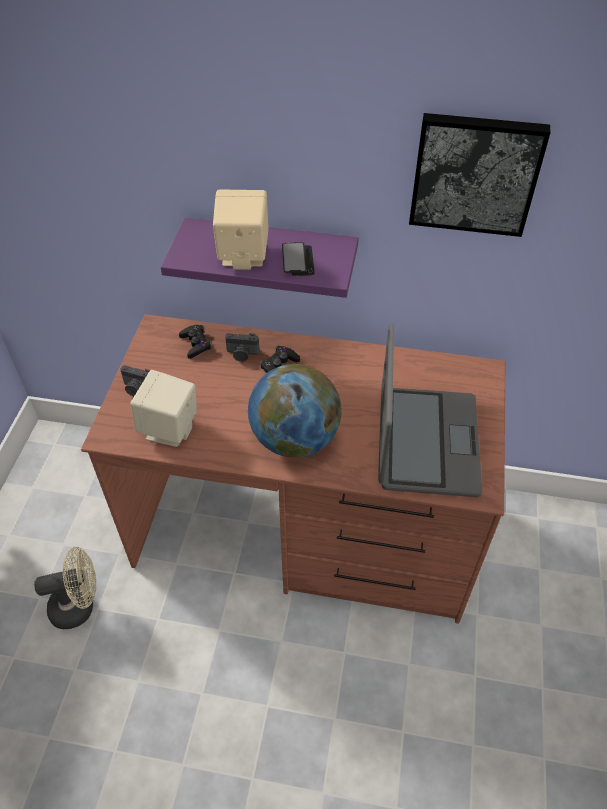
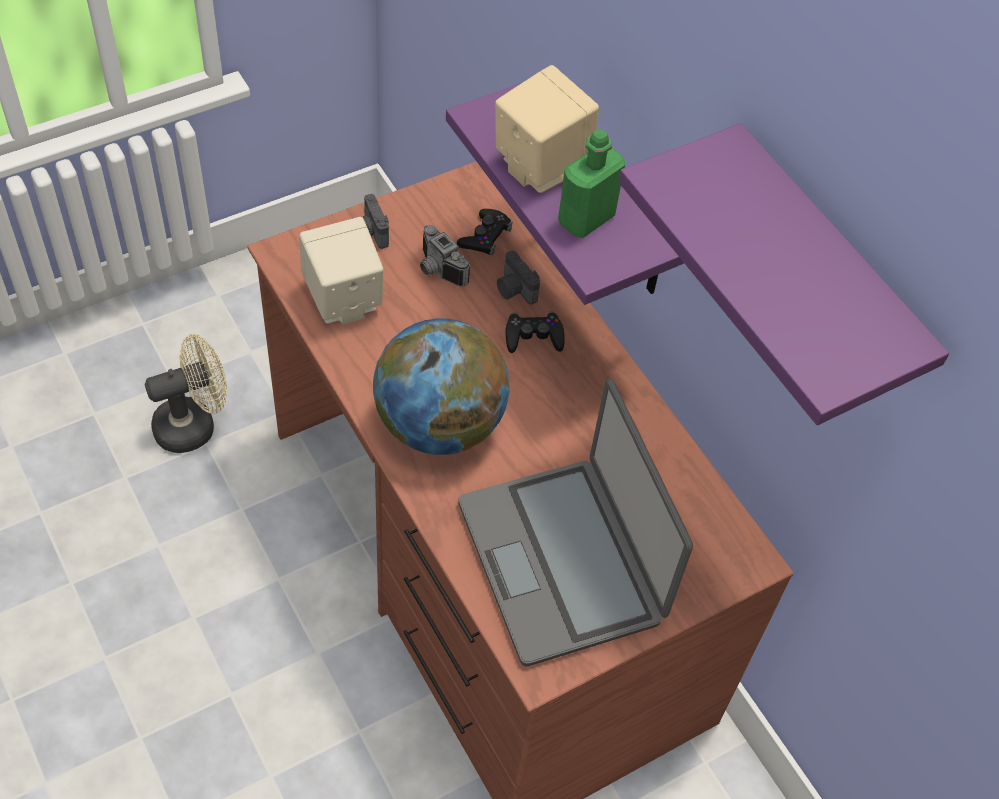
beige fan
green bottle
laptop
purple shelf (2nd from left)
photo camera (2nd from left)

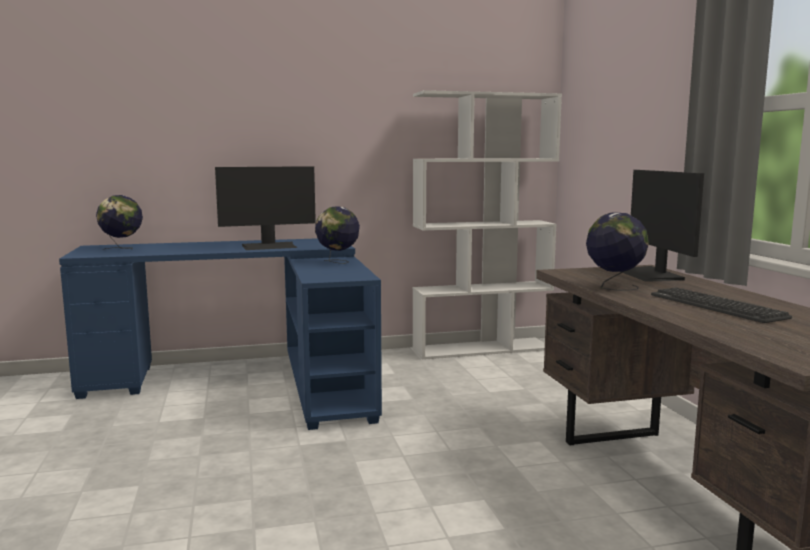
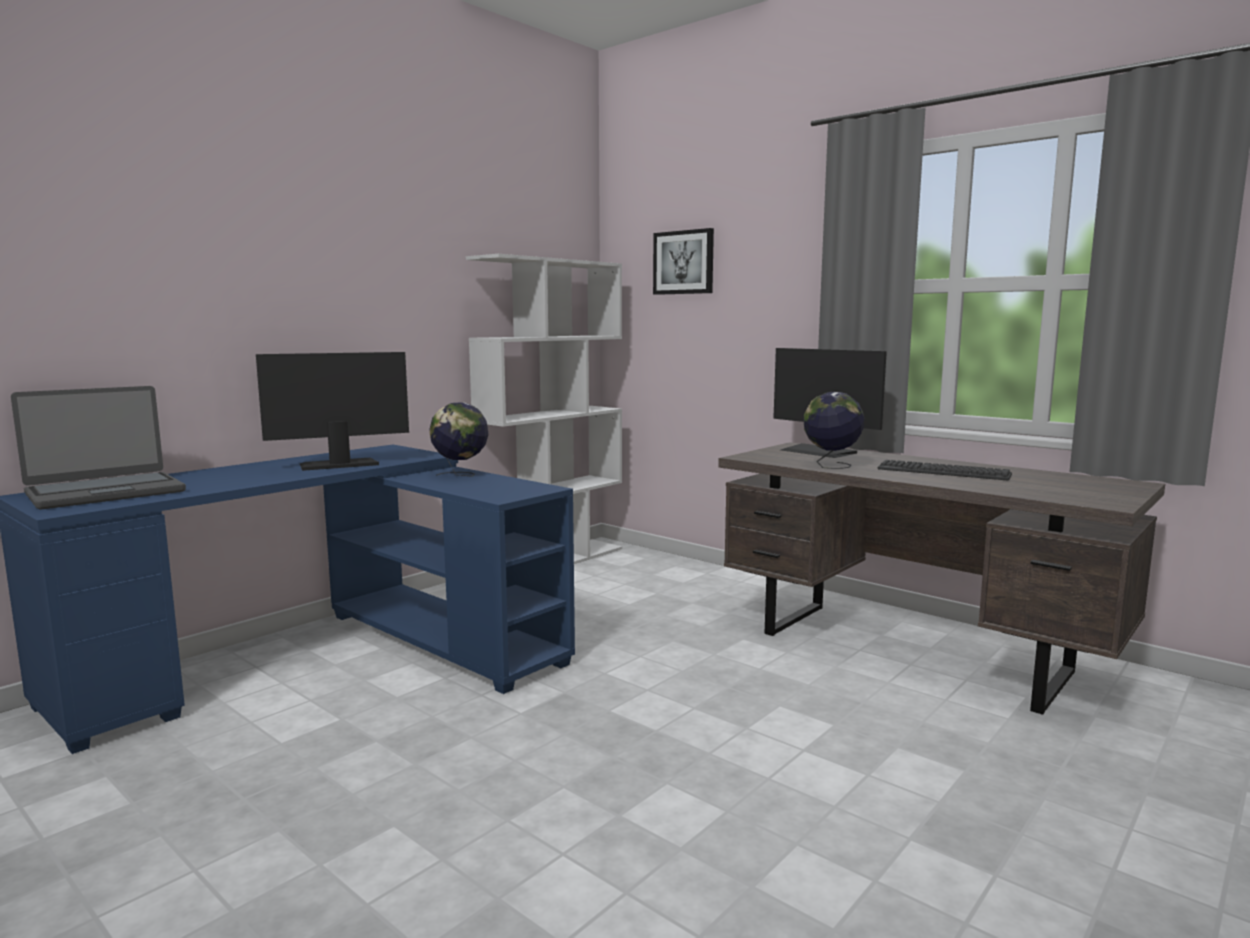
laptop
monitor (1st from left)
picture

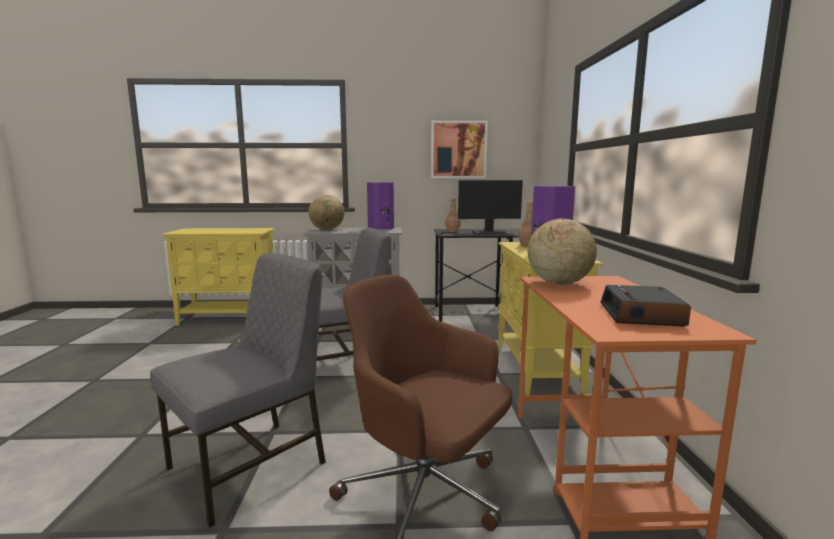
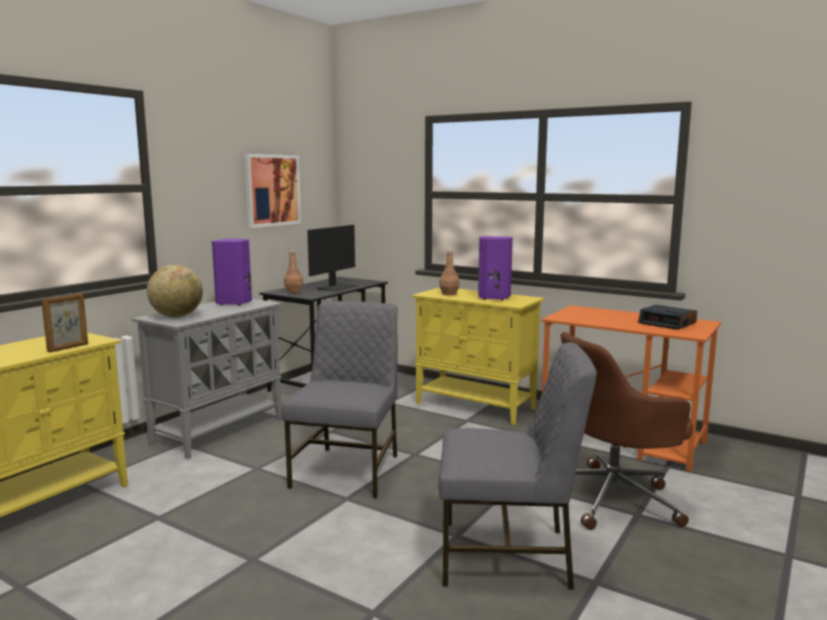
grey chair (2nd from left)
globe (2nd from left in the first image)
picture frame

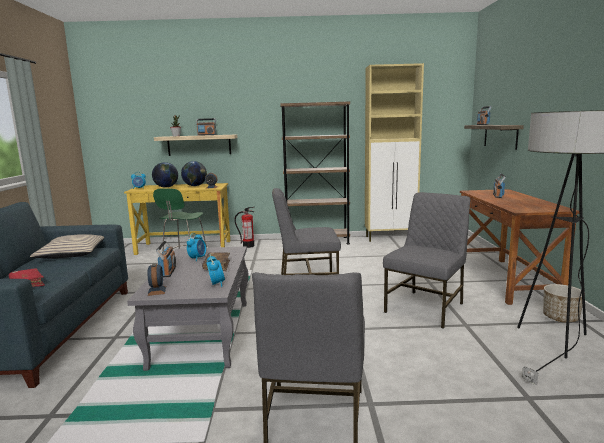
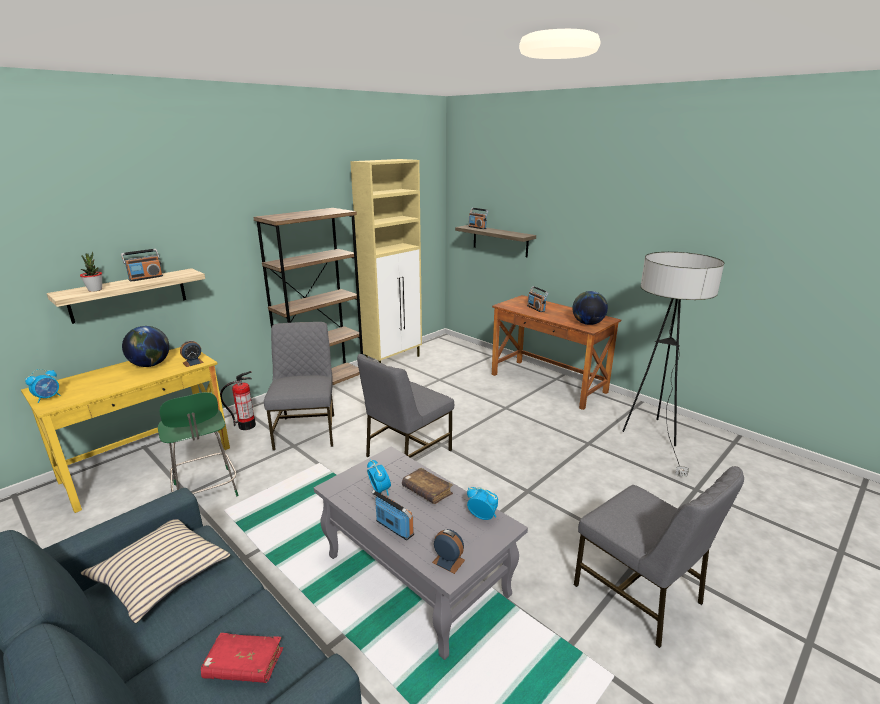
globe (2nd from left)
grey chair (1st from left)
planter

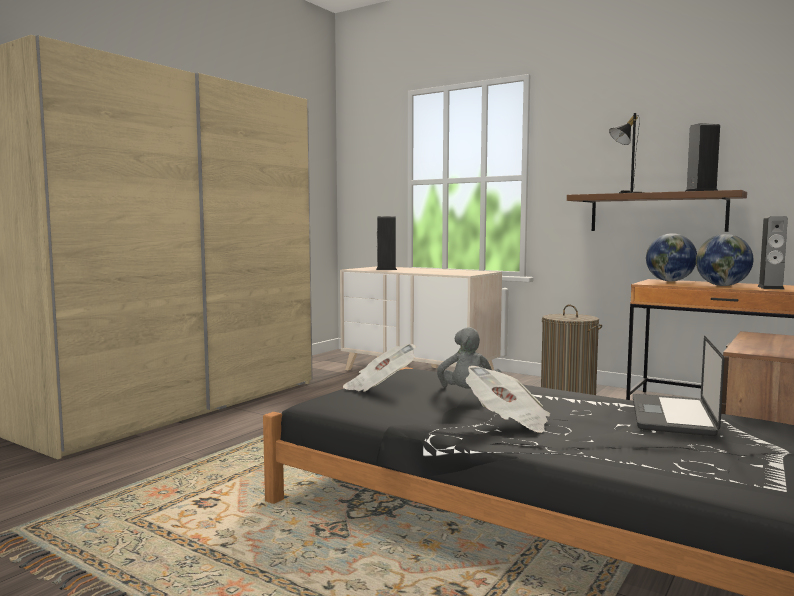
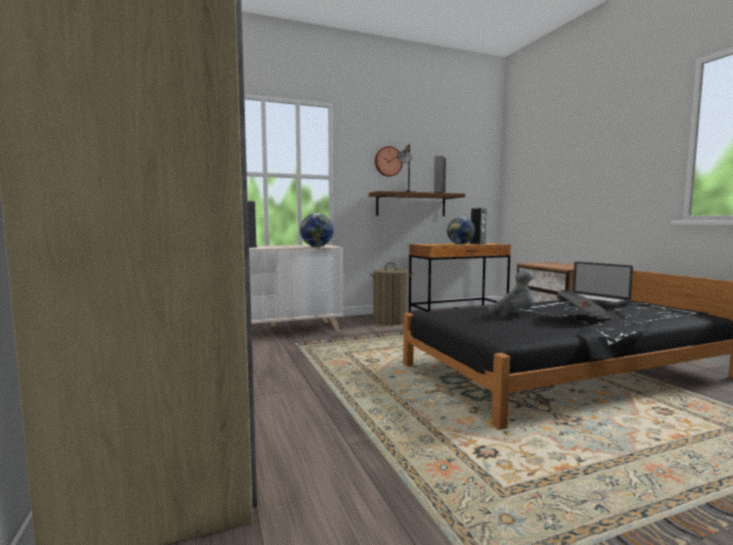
newspaper (1st from left in the first image)
globe (1st from left)
wall clock

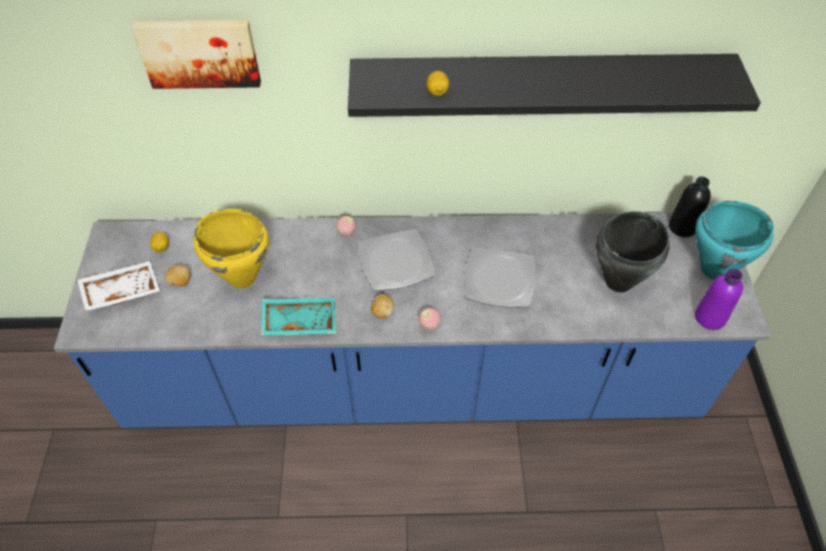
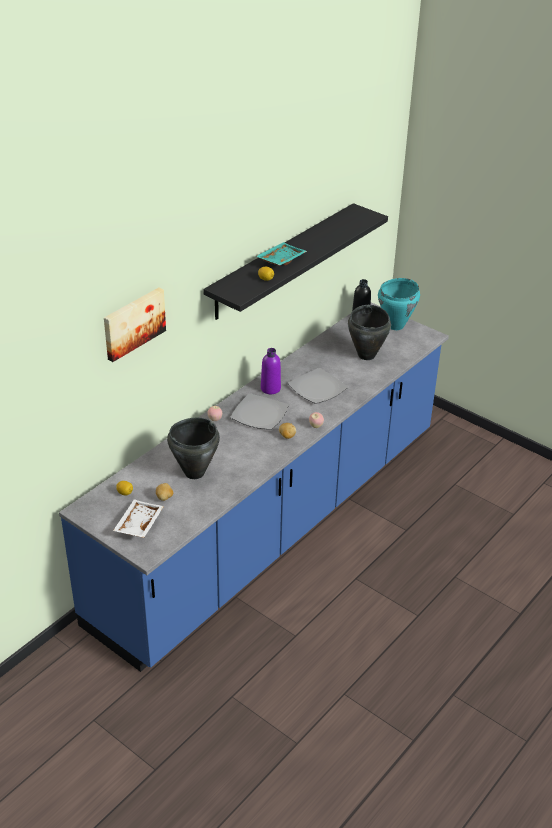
black cooking pot (1st from left)
turquoise tray
purple bottle

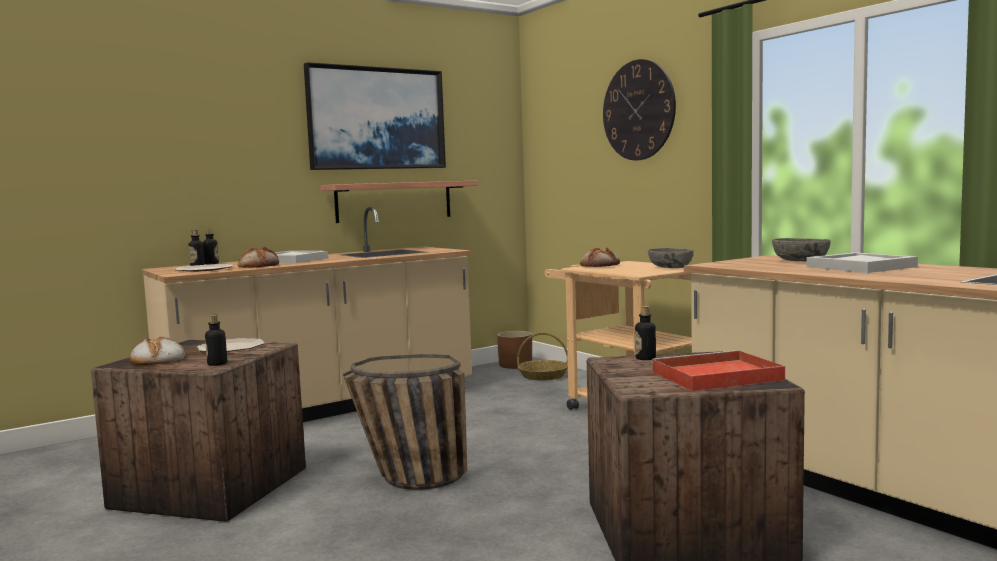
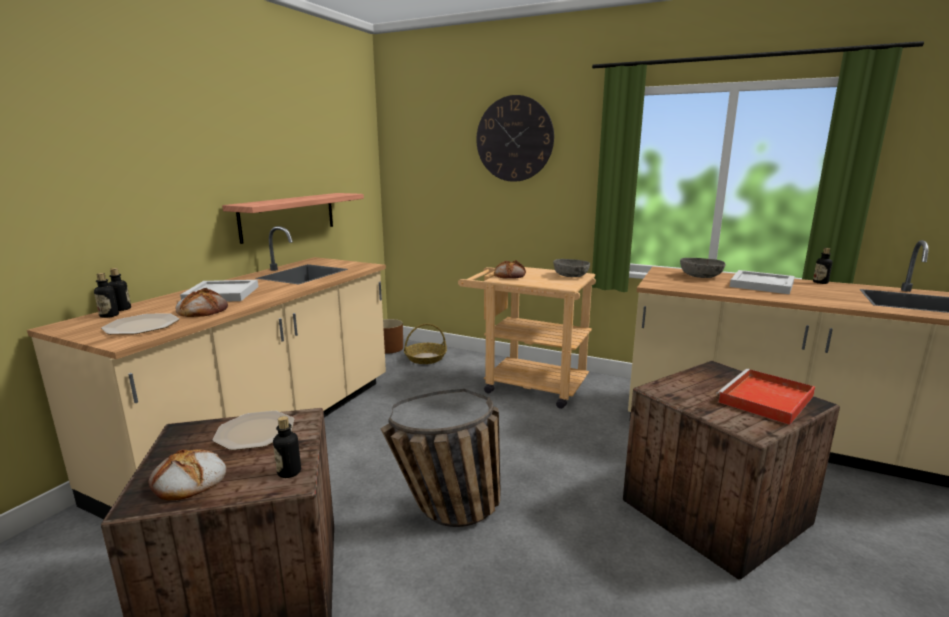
picture
bottle (4th from left)

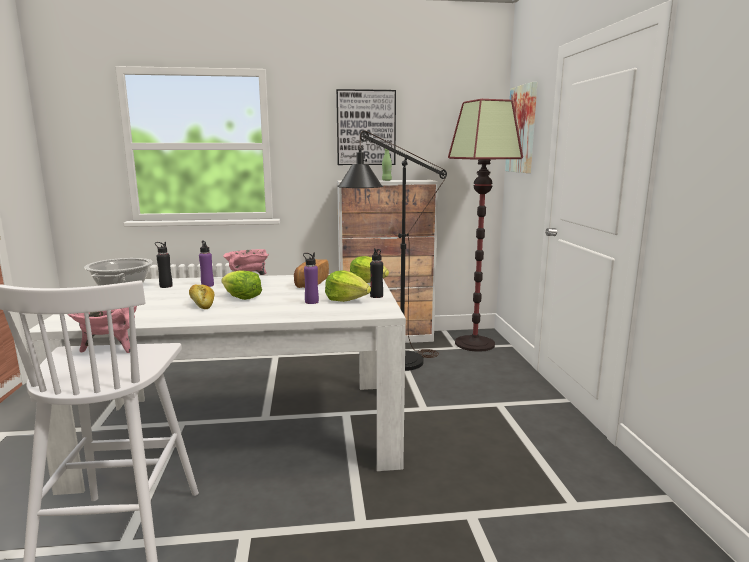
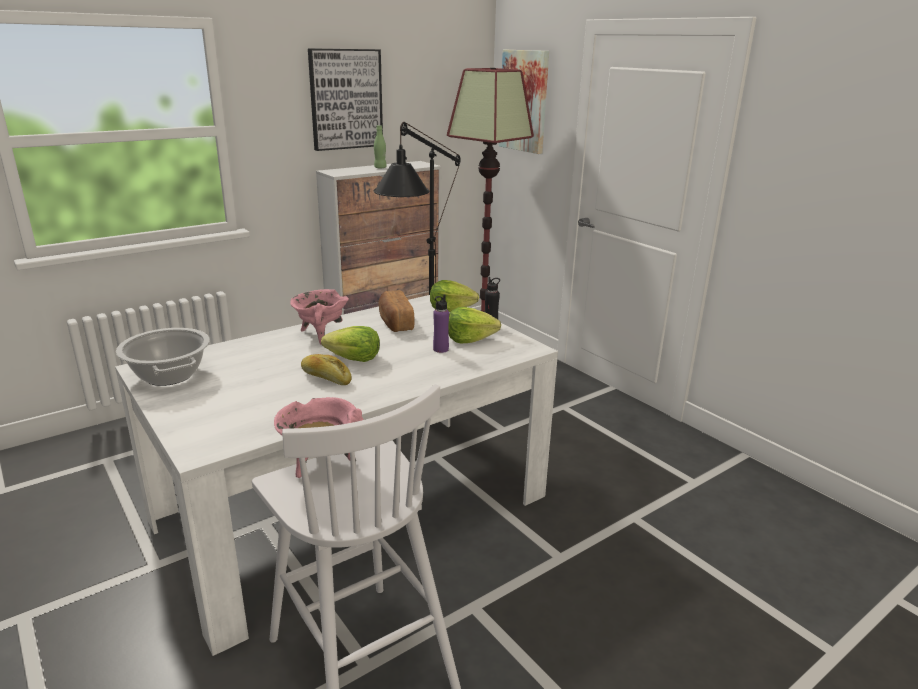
black bottle (1st from left in the first image)
purple bottle (1st from left in the first image)

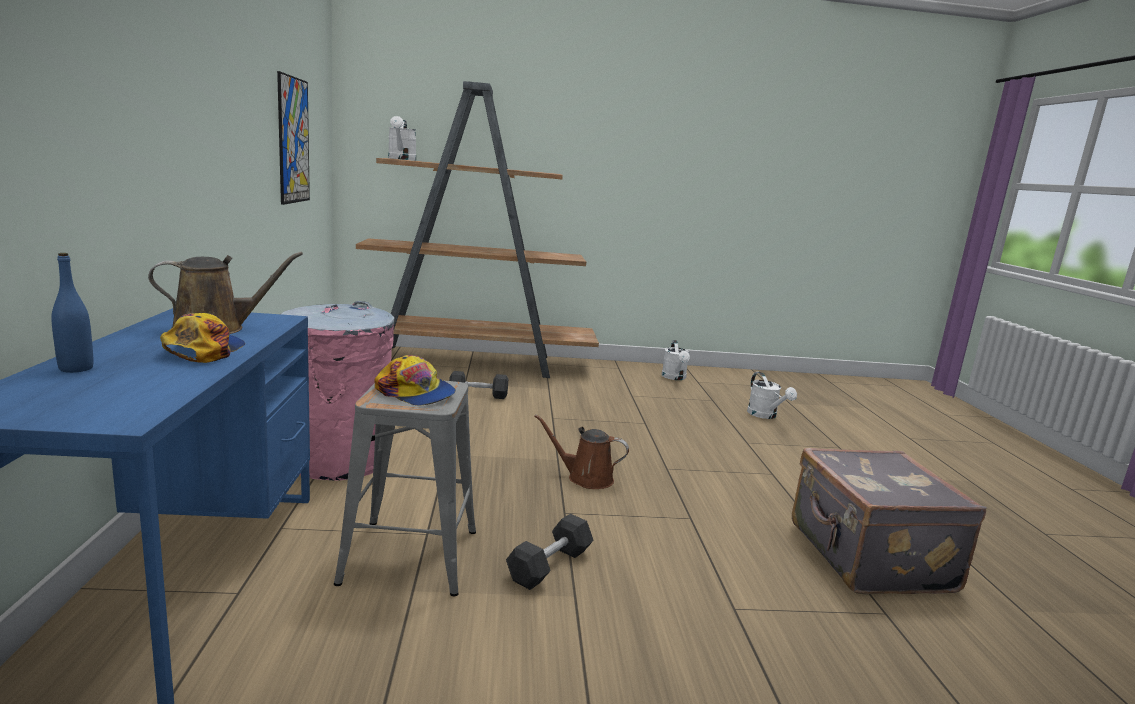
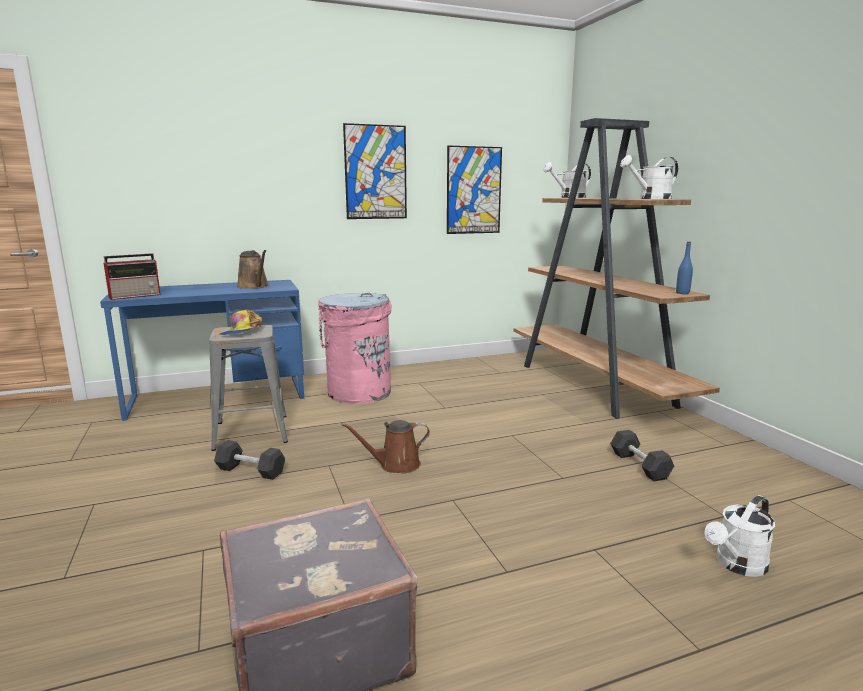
blue bottle
cap (1st from left in the first image)
black dumbbell (2nd from left)
brown watering can (2nd from left)
white watering can (2nd from left)
radio
picture (1st from left)

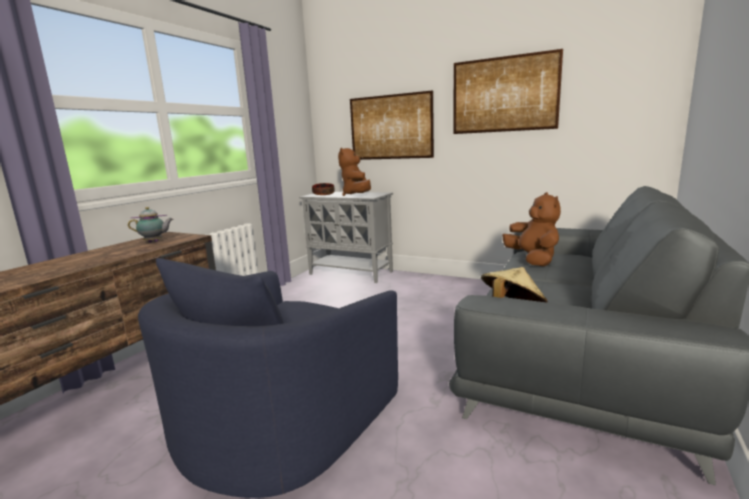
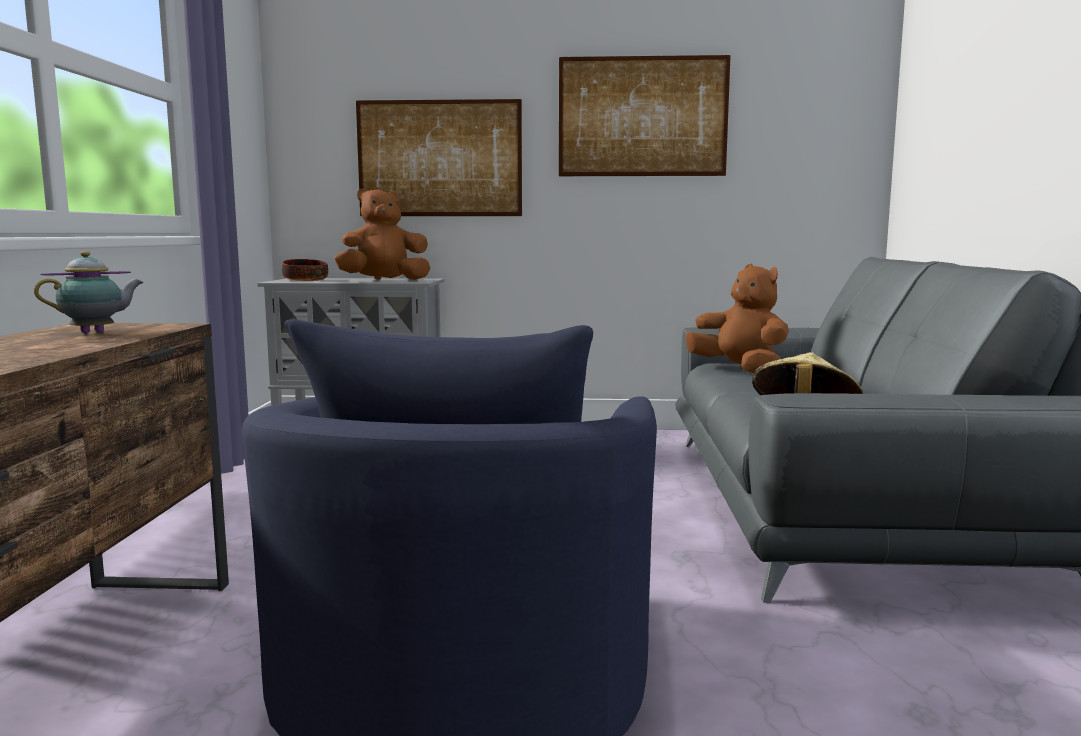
brown plush toy (1st from left)

